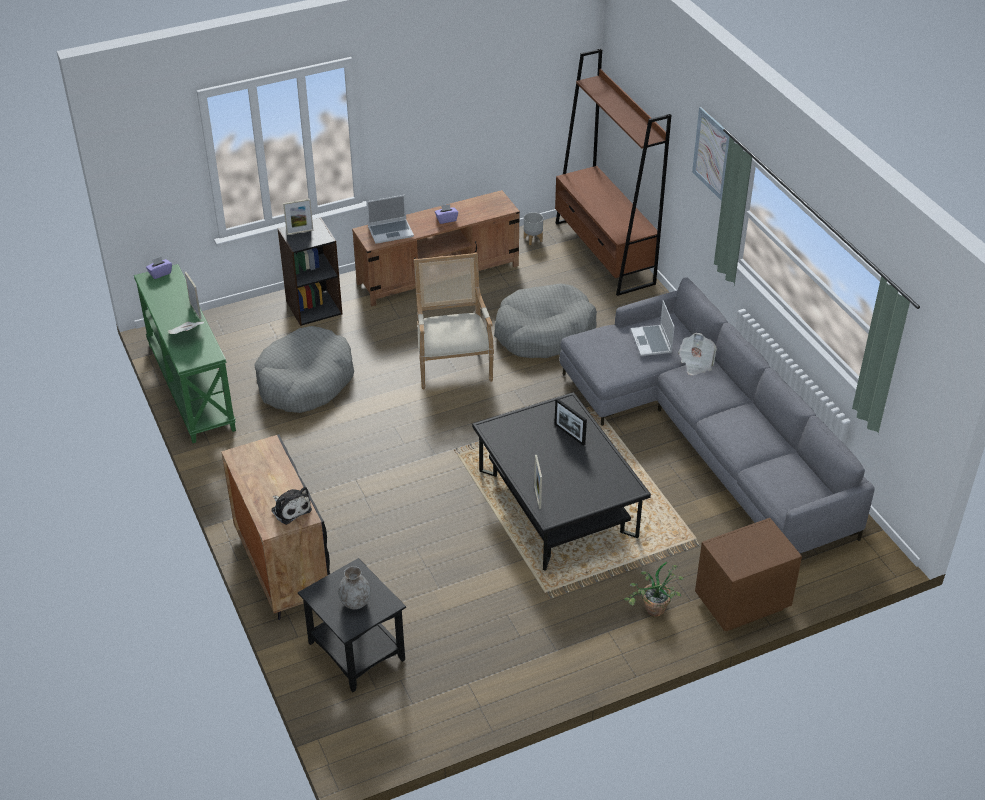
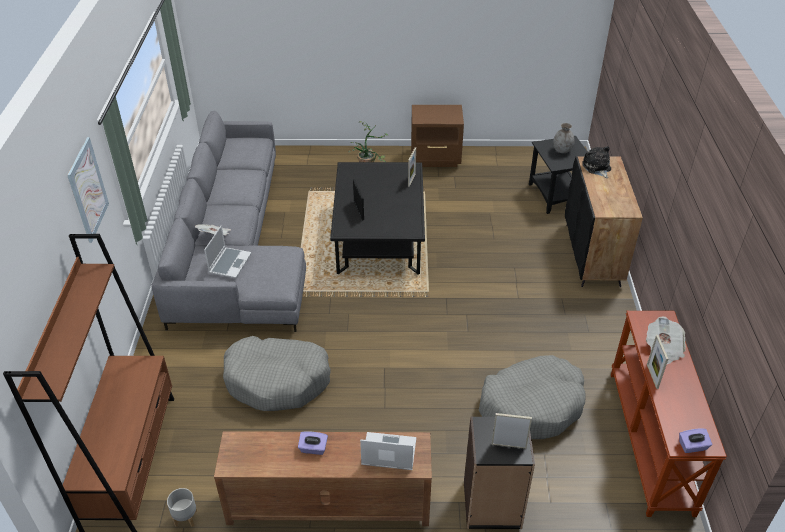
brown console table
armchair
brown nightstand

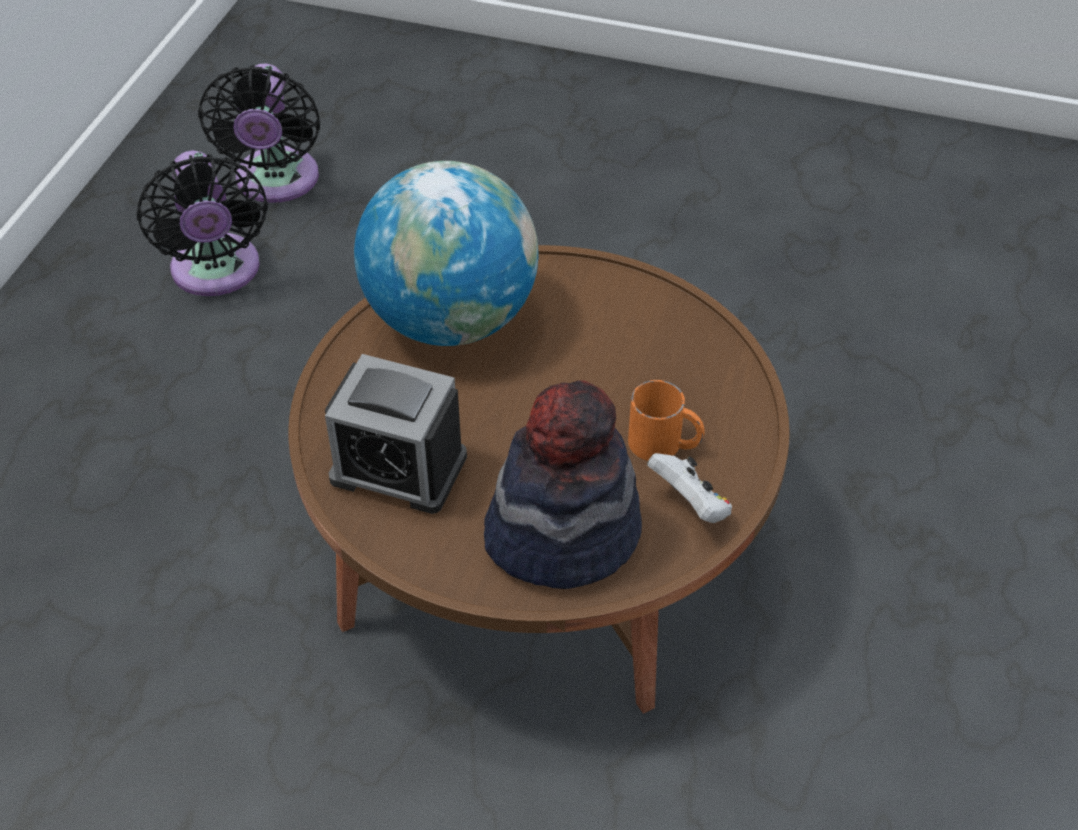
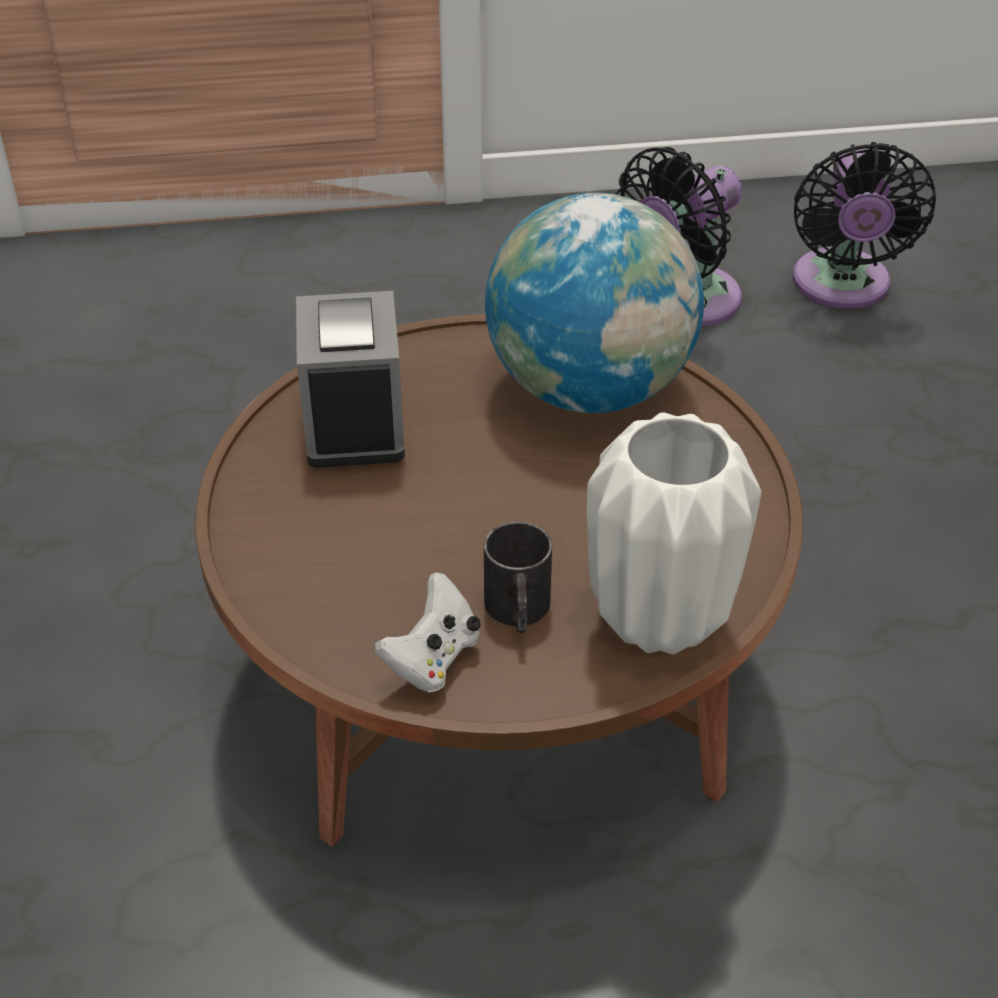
black fan (2nd from left)
hat
black mug
white vase

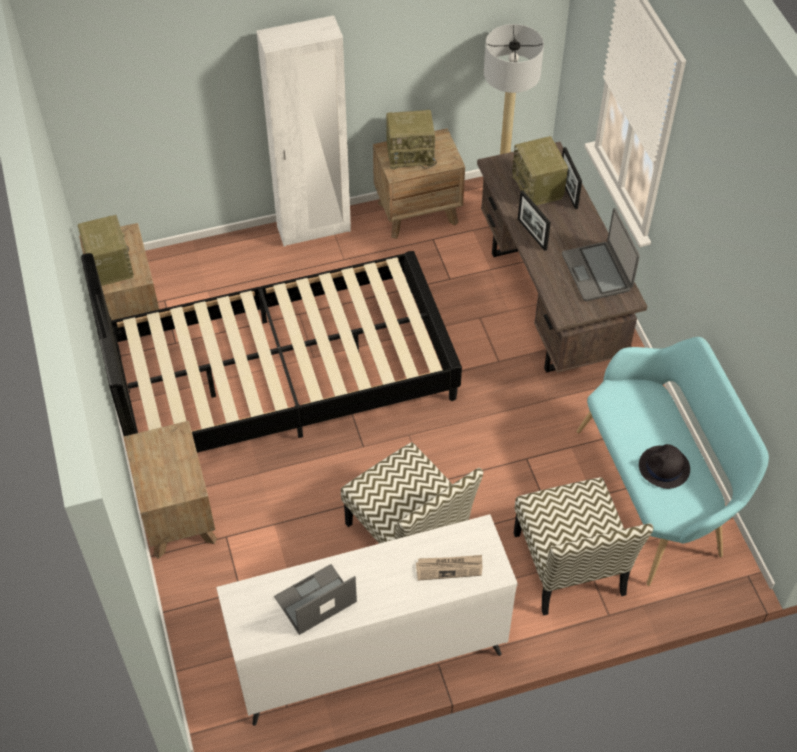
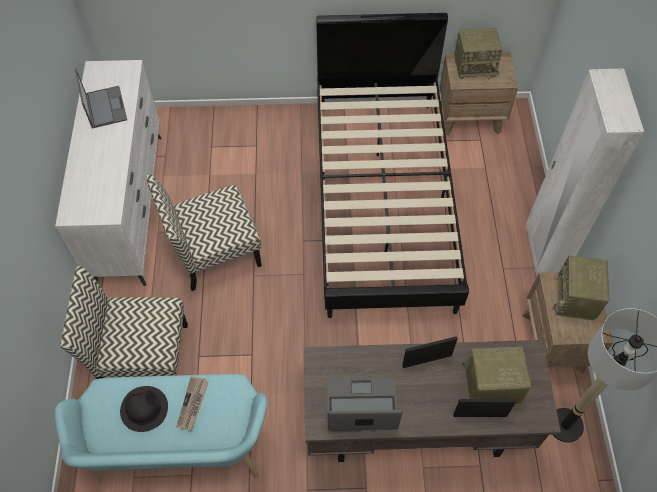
brown nightstand (2nd from left in the first image)
newspaper

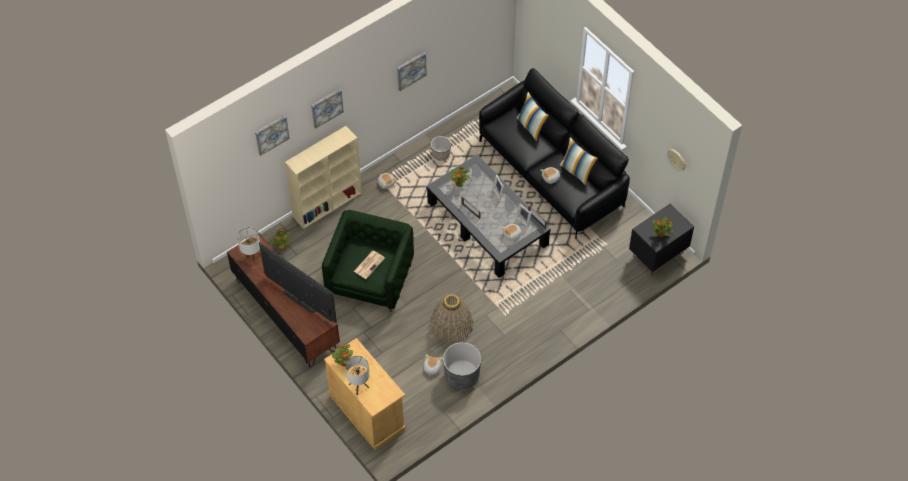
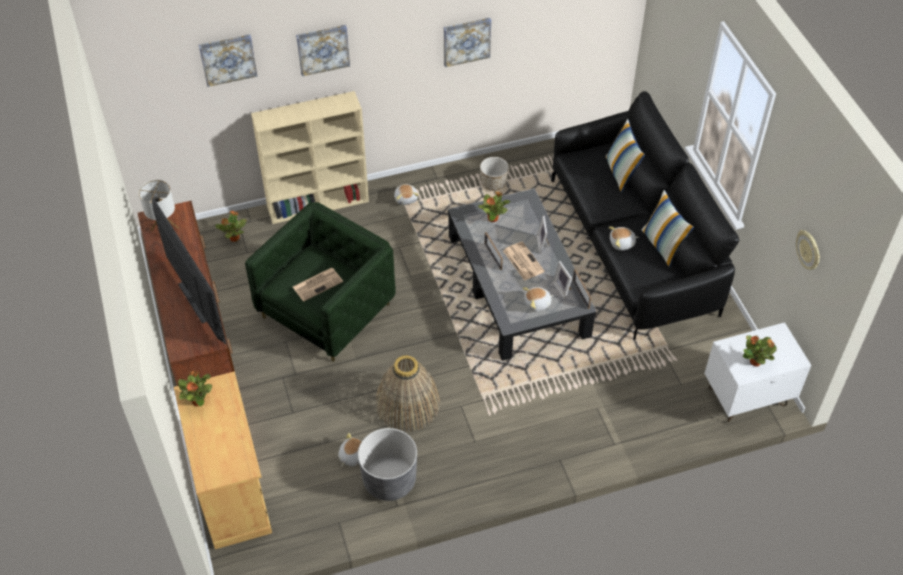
table lamp (2nd from left in the first image)
white nightstand
newspaper (2nd from left)

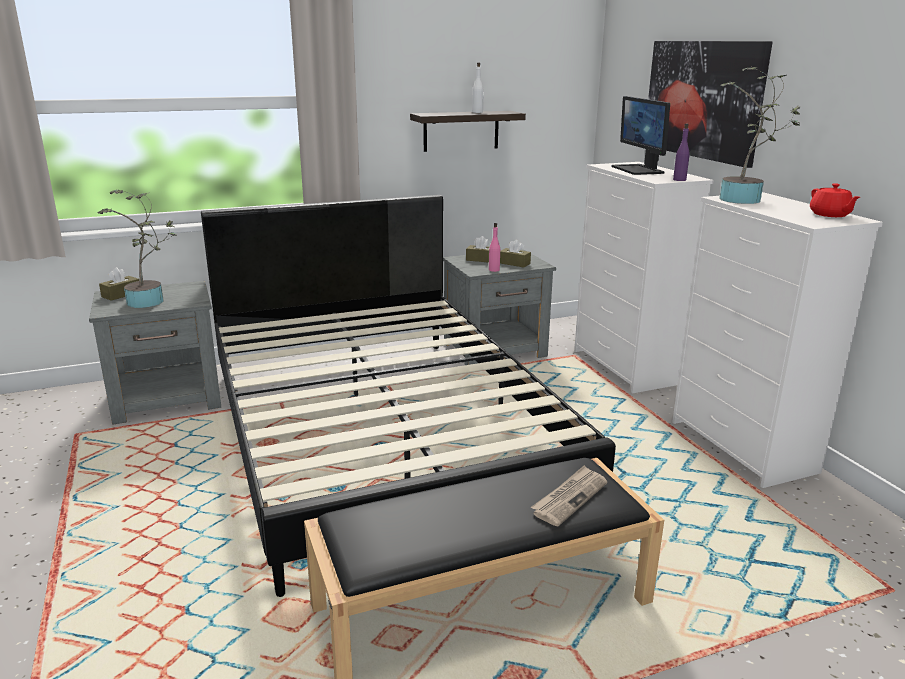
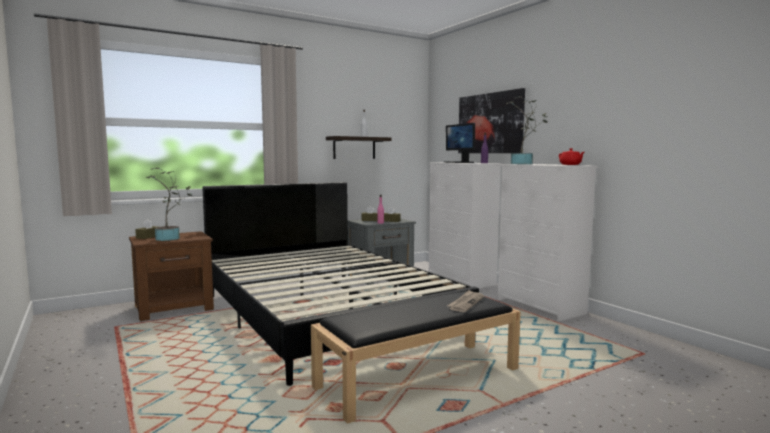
brown nightstand

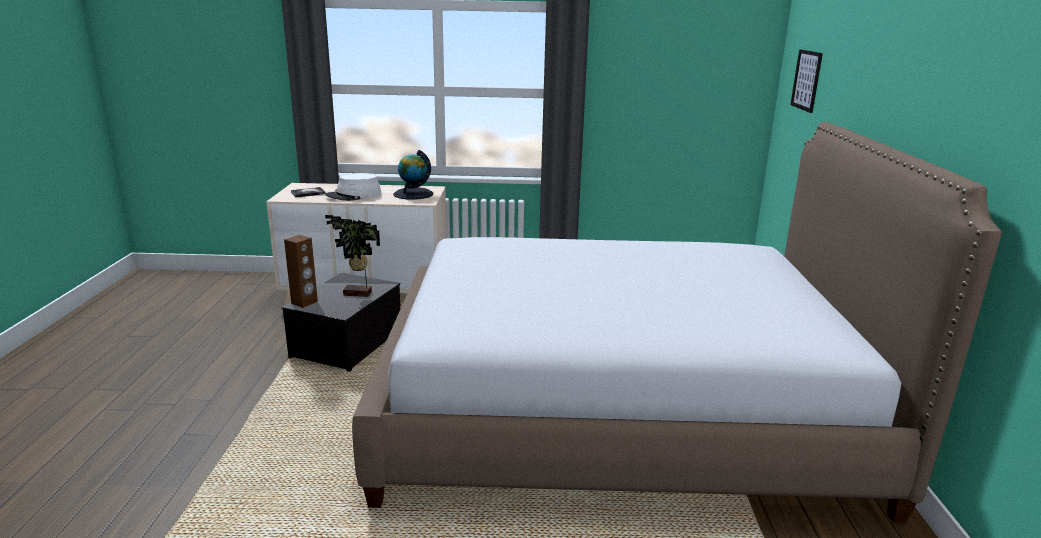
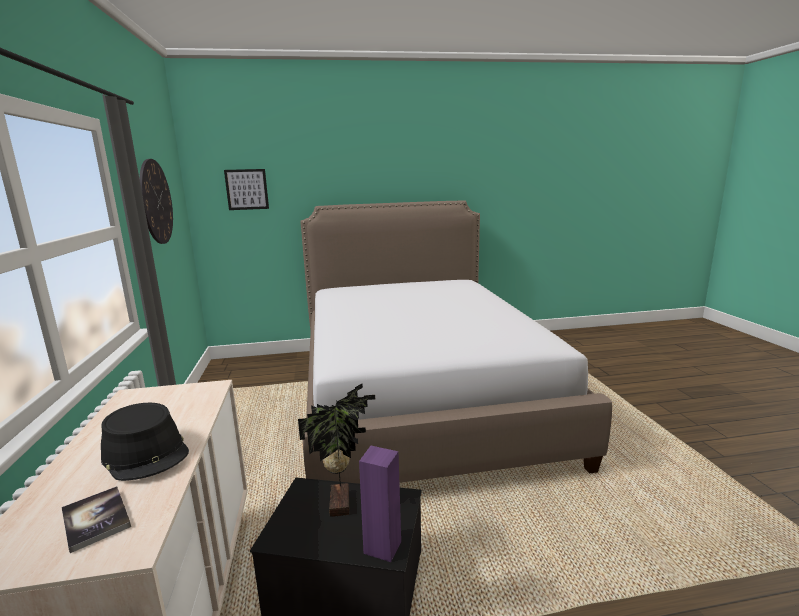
purple speaker
black hat
globe
wall clock

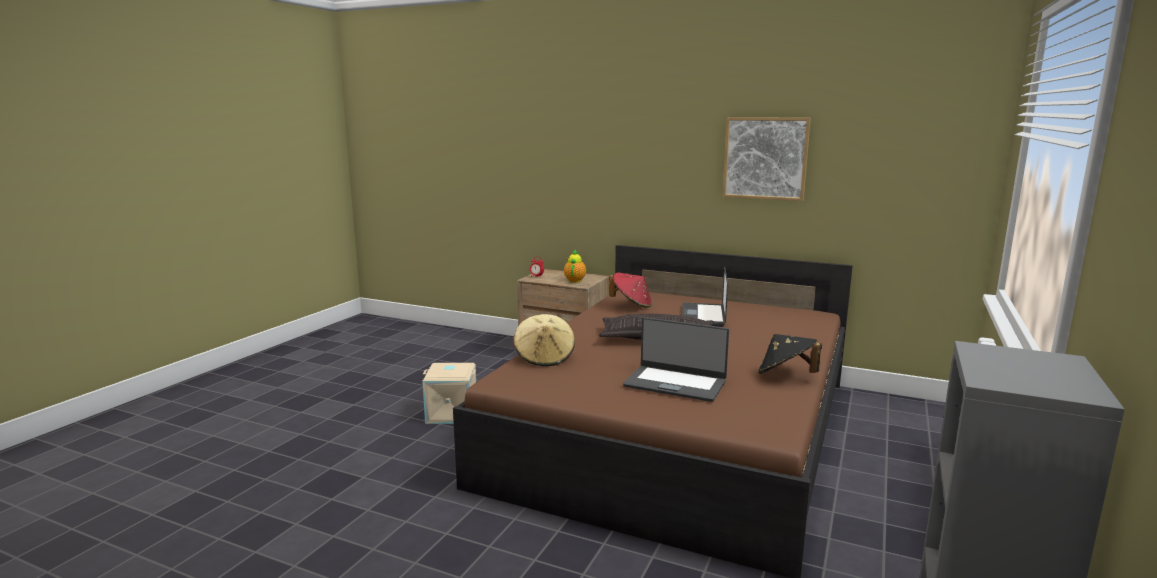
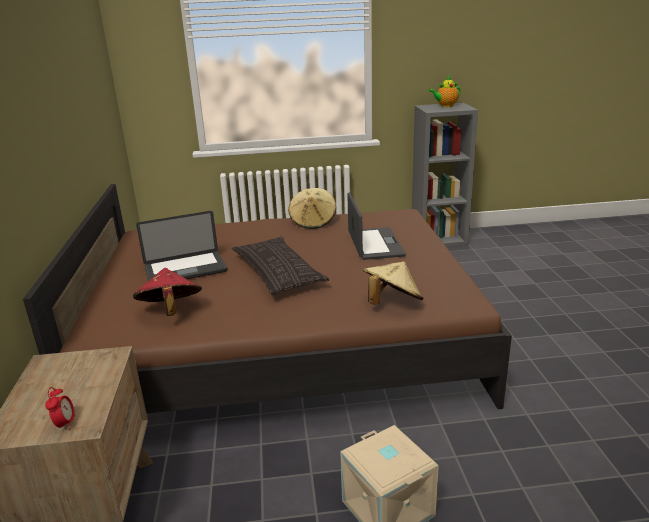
teapot
picture
beige hat (1st from left)

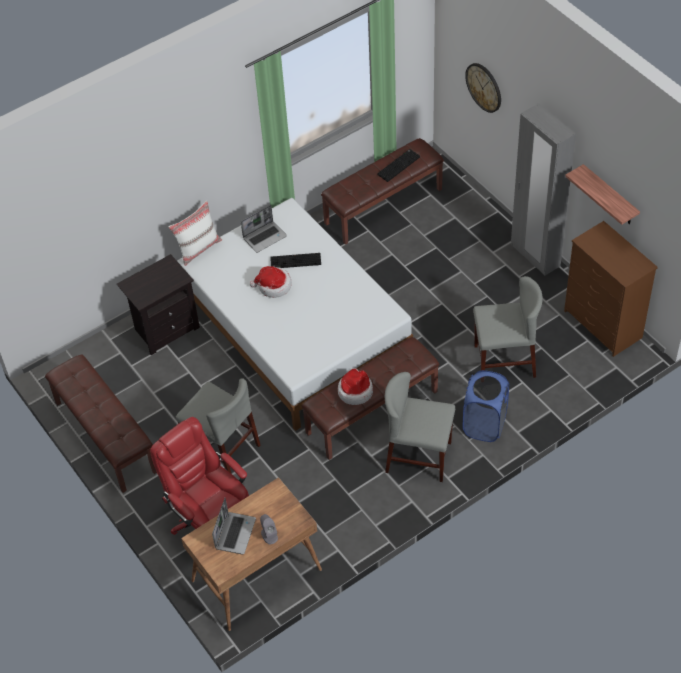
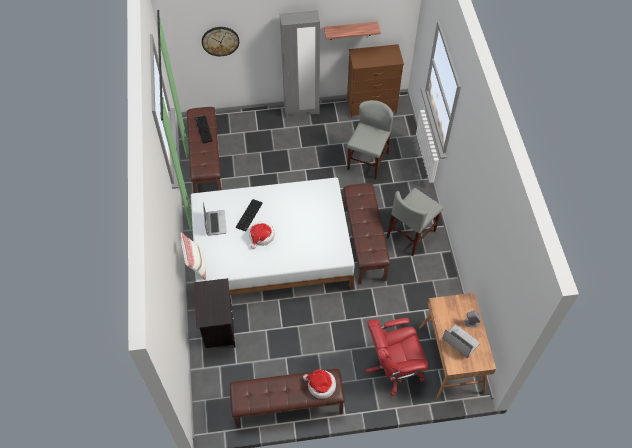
grey chair (1st from left in the first image)
hat (2nd from left)
blue laundry basket

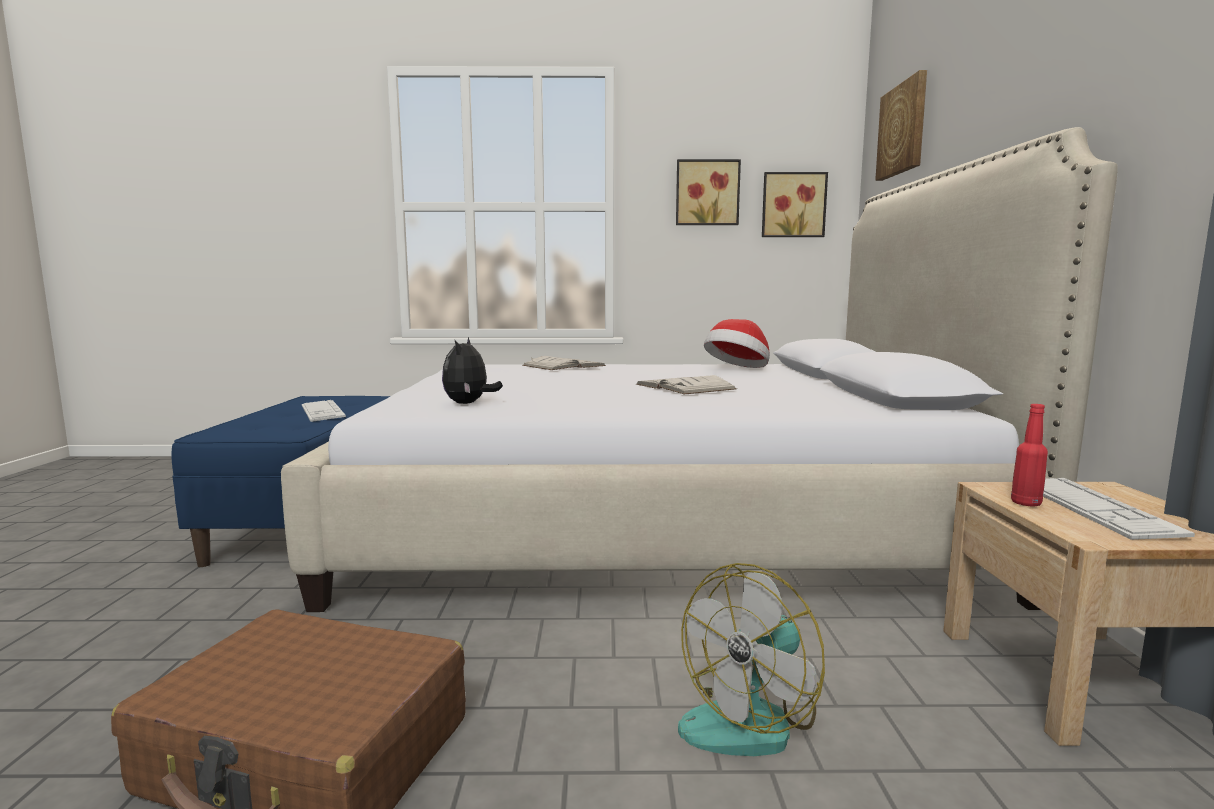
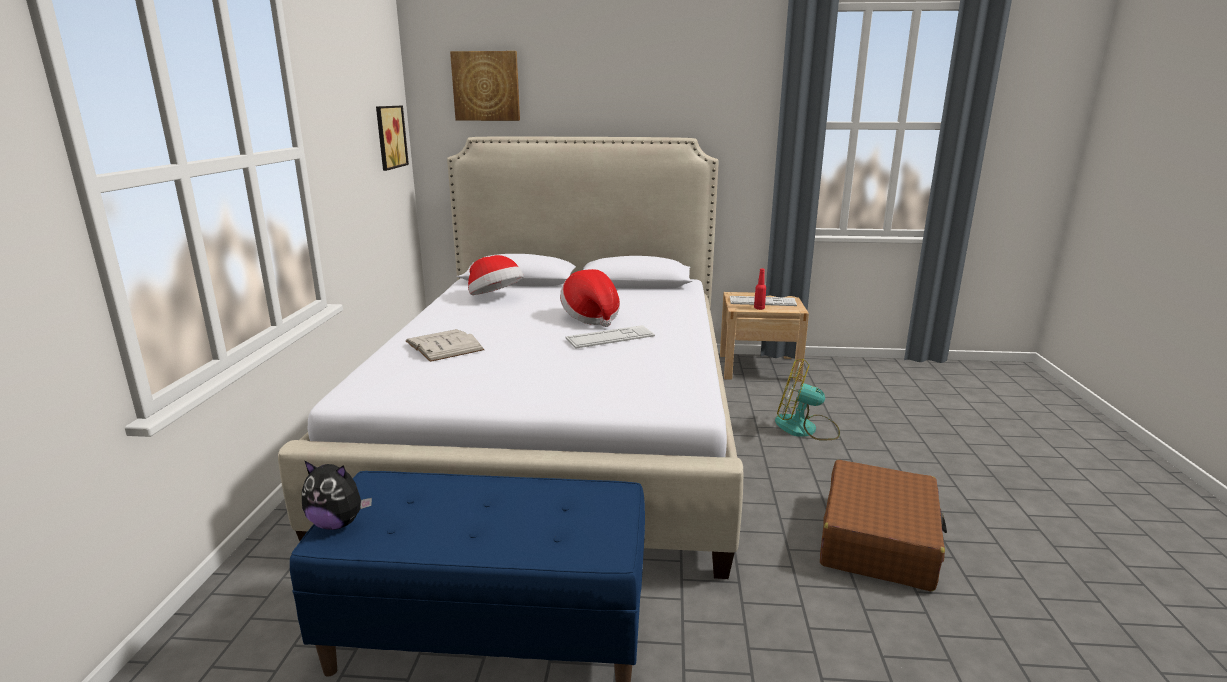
keyboard (1st from left)
plush toy
hat (2nd from left)
picture (1st from left in the first image)
fan

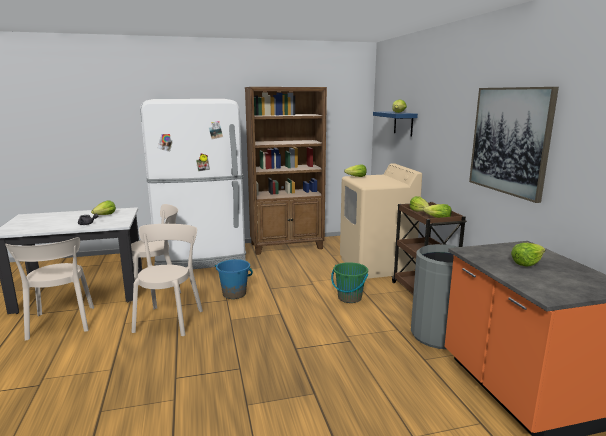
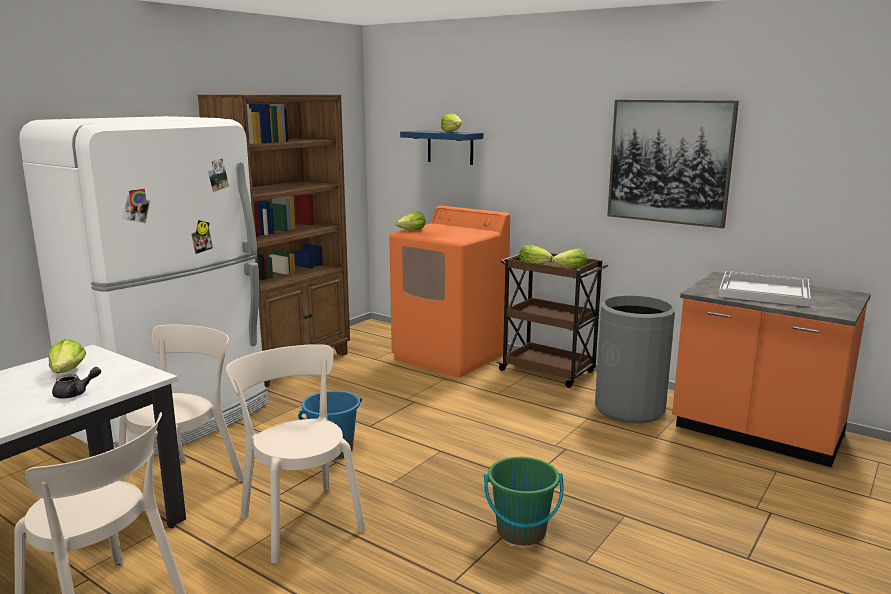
green bucket
orange washing machine
white tray

